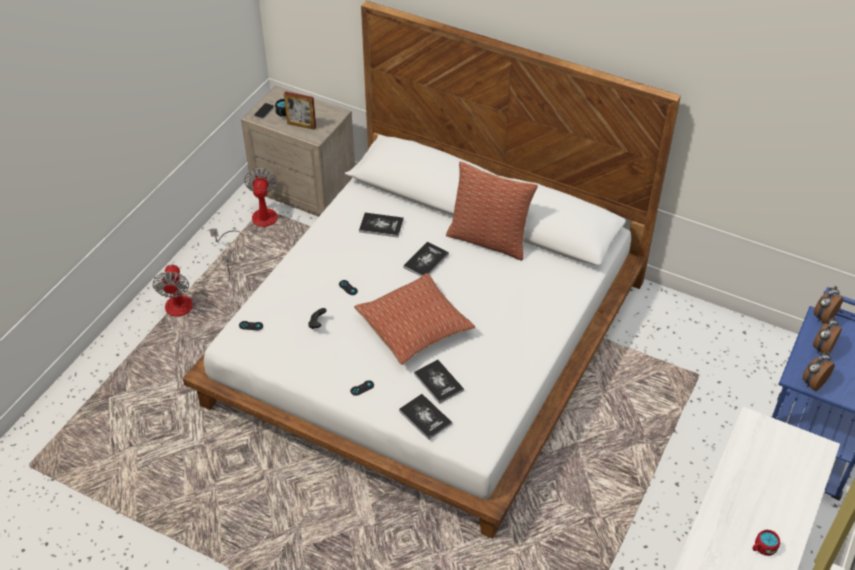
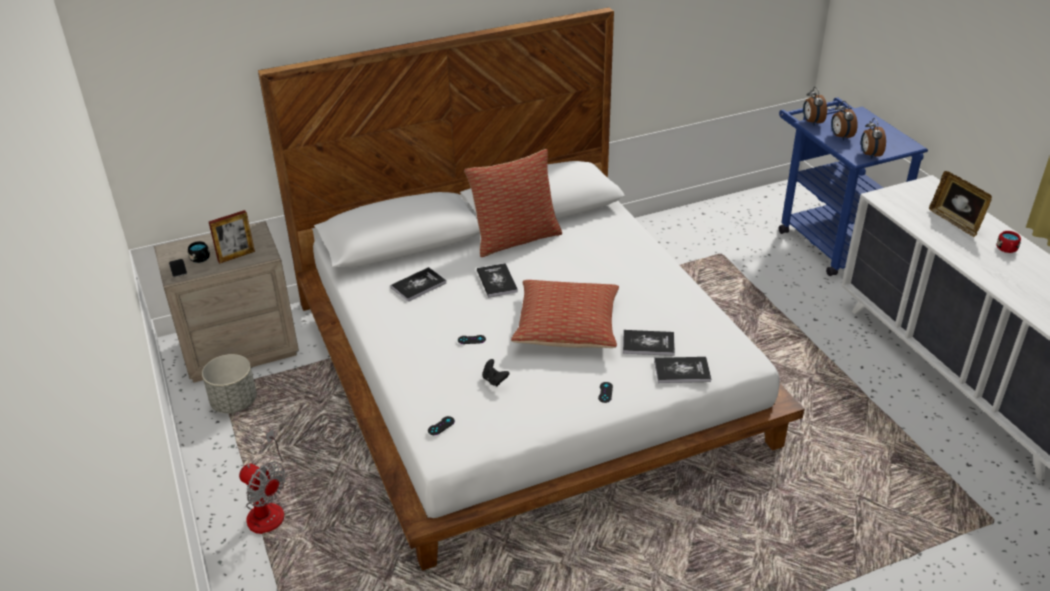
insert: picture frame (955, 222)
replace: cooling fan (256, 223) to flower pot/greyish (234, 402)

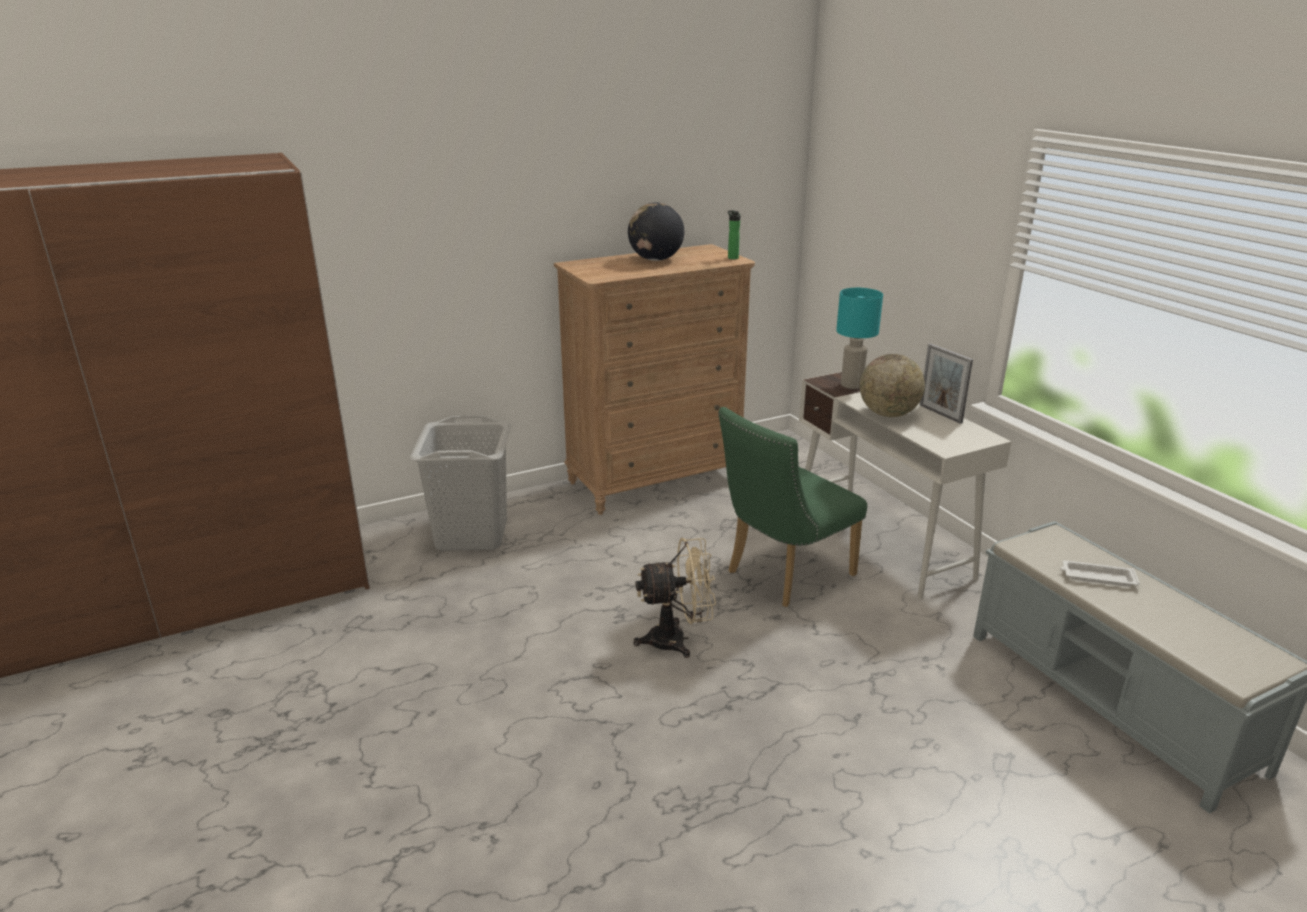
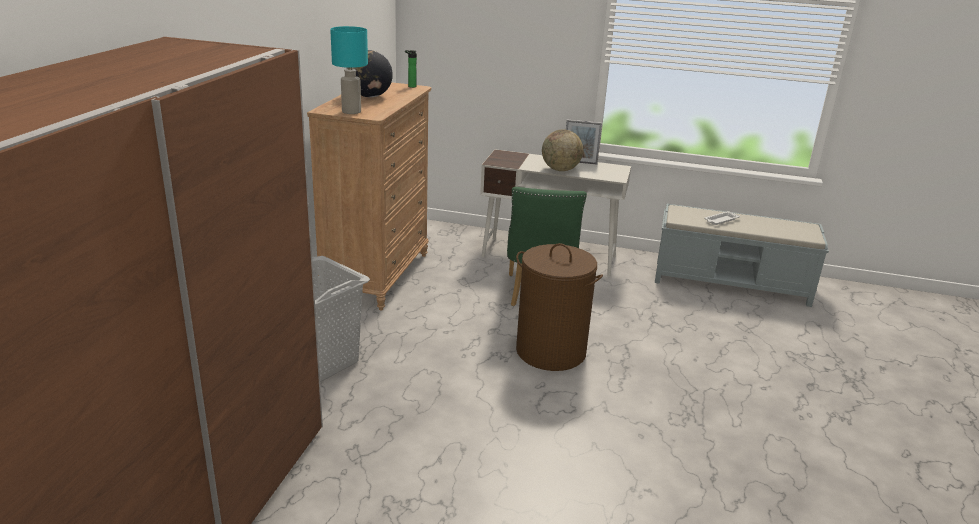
move: table lamp/blue-green (852, 385) to (352, 112)
replace: cooling fan/beige (677, 640) to laundry basket/brown-coloured (550, 352)

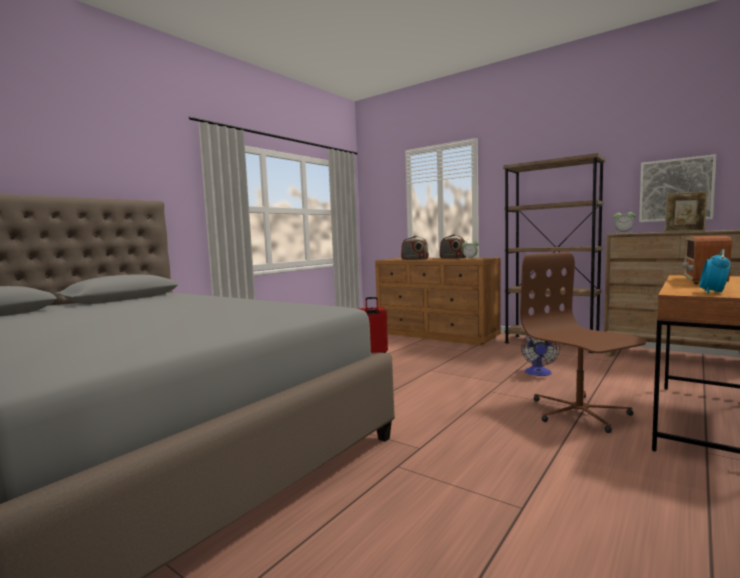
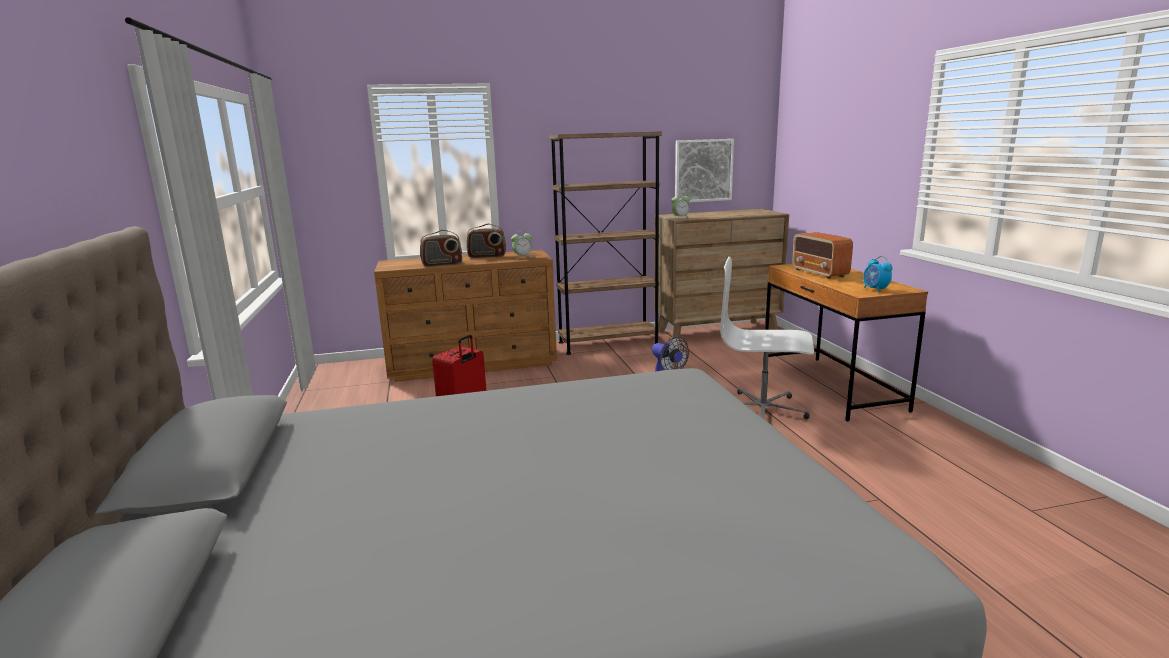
delete: picture frame (684, 231)
recolor: office chair/brown-coloured (579, 413) to office chair/whitish (763, 409)

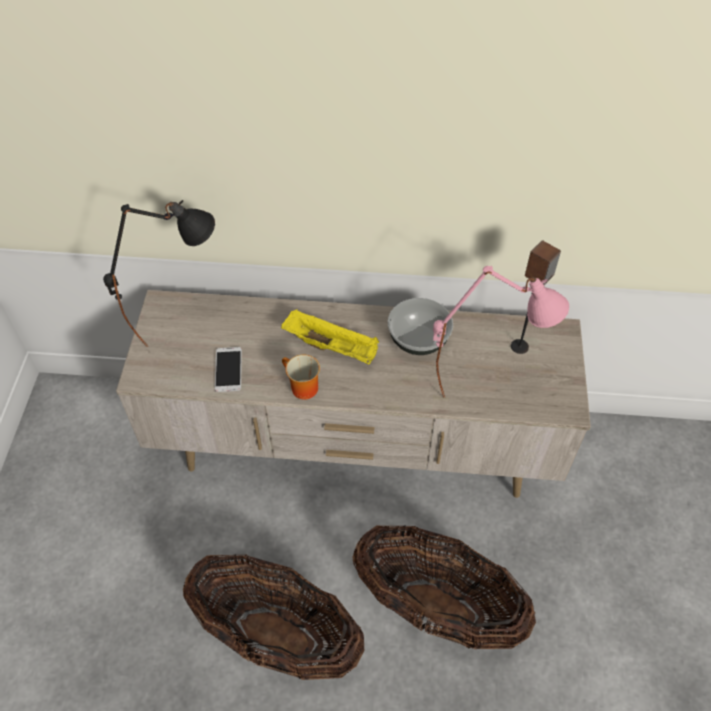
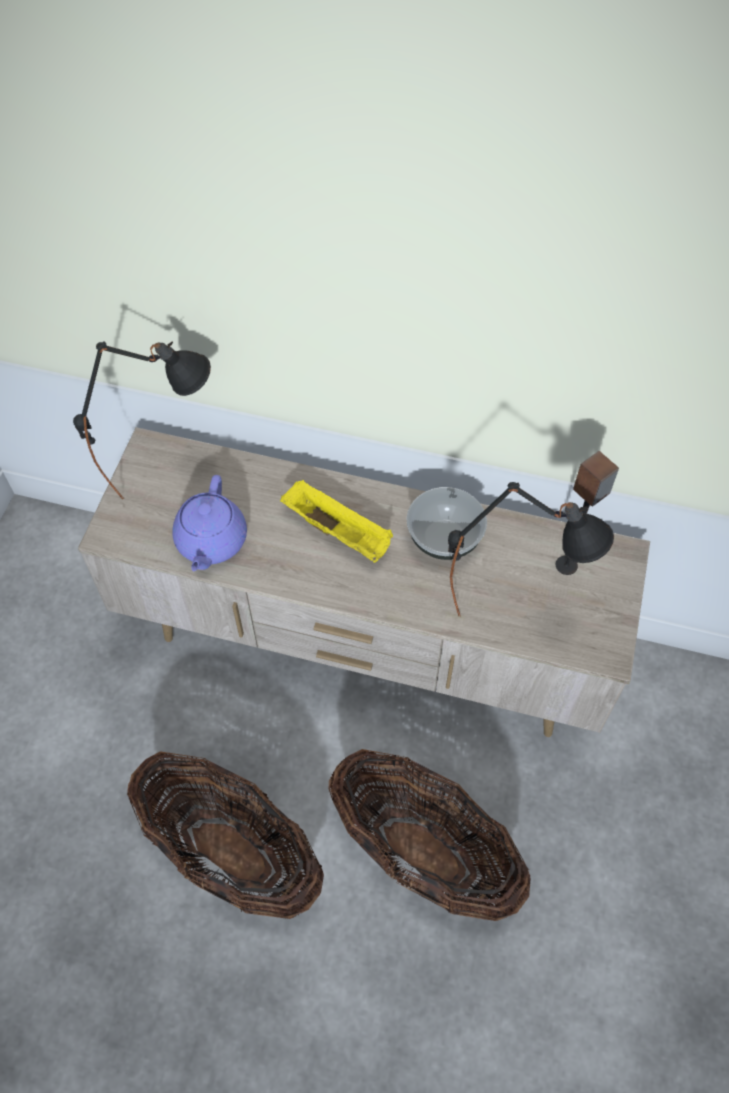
delete: mug (300, 388)
replace: handset (228, 369) to teapot/purple (211, 542)
recolor: table lamp/pinkish (483, 387) to table lamp/blackish (509, 610)

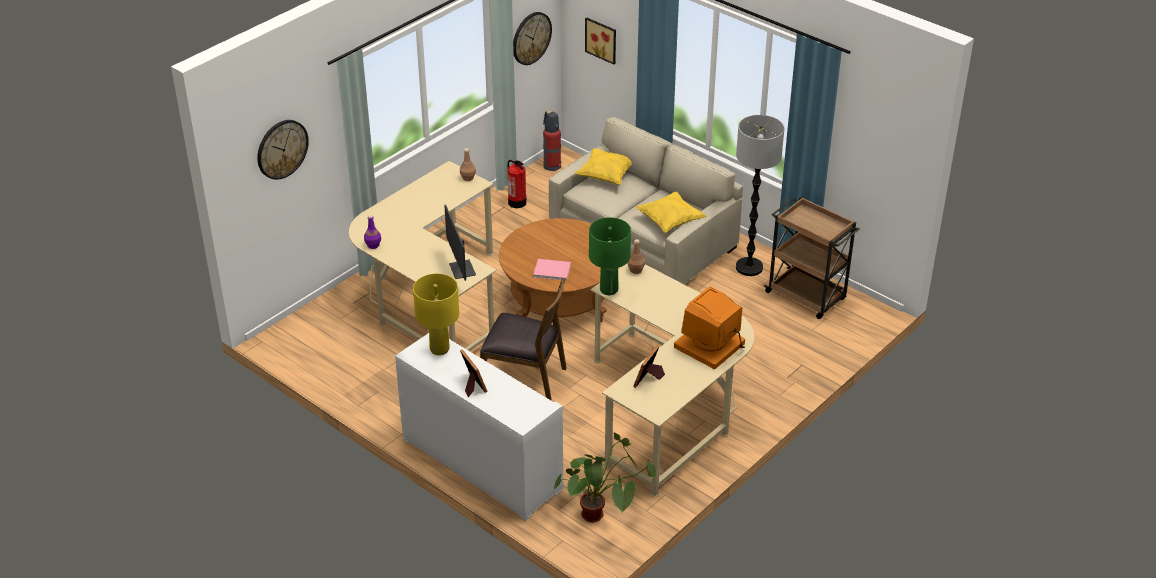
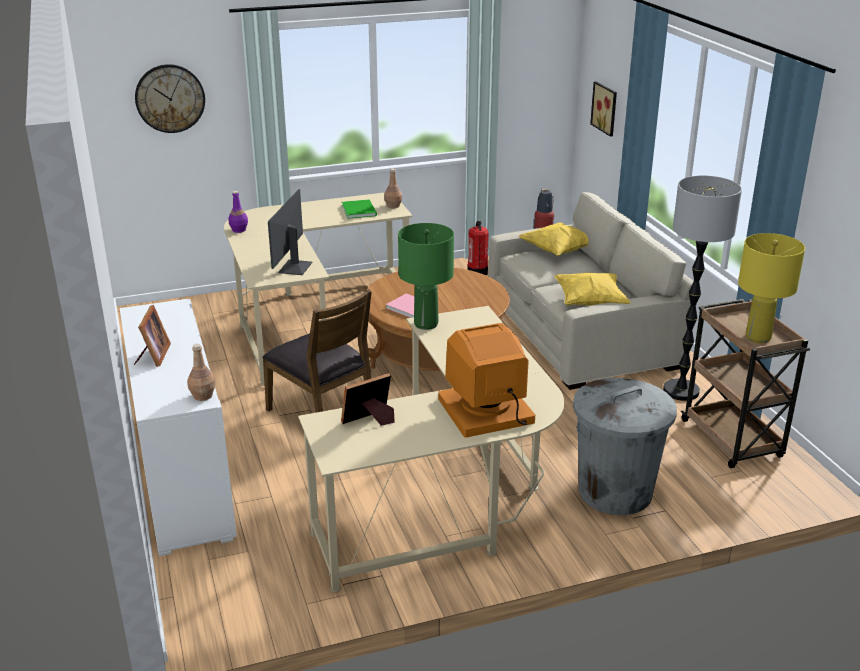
delete: clock on the wall (531, 38); plant in a pot (603, 512)
insert: book/greenish (359, 210); waste bin/greyish (615, 492)
move: table lamp/yellowish (440, 349) to (758, 338); bottle/brown-coloured (635, 270) to (203, 395)

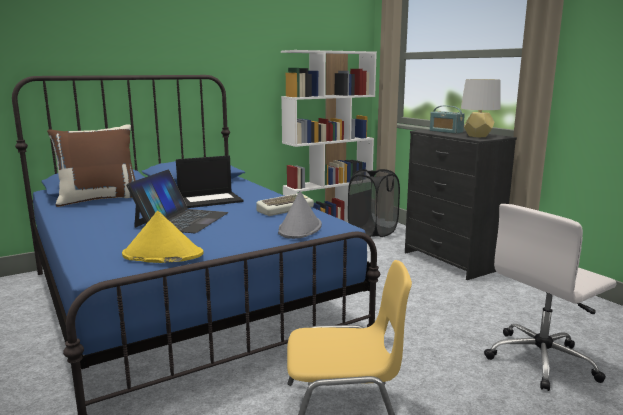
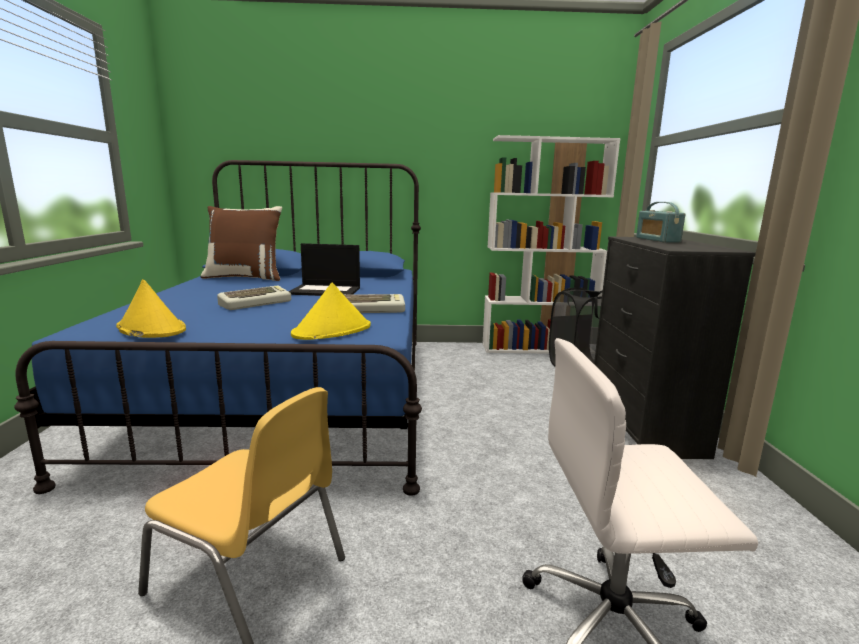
delete: table lamp/greyish (478, 136)
replace: laptop (181, 220) to computer keyboard (255, 303)
recolor: wearable hat/greyish (300, 229) to wearable hat/yellowish (332, 331)

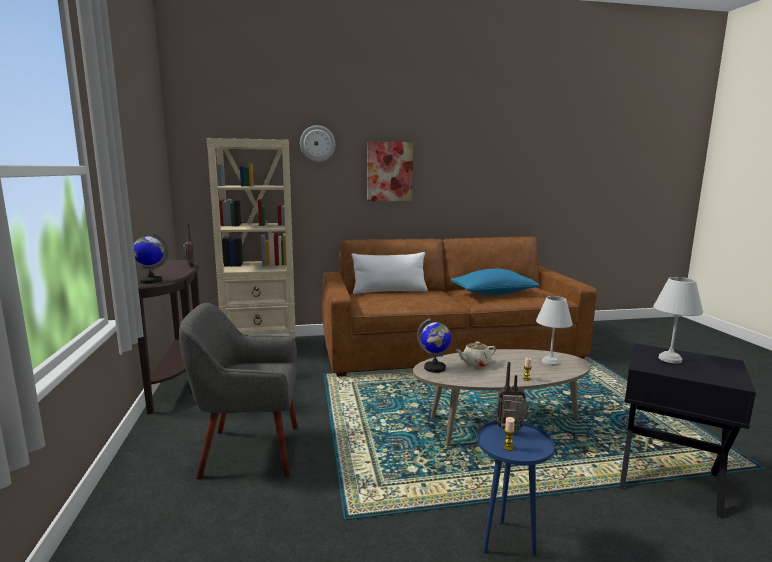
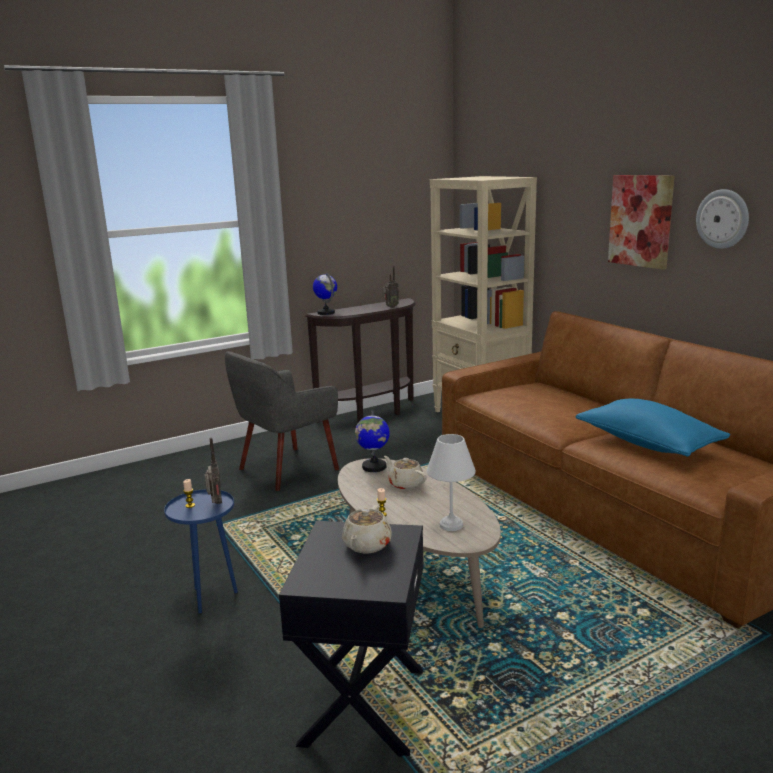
delete: throw pillow/whitish (389, 291)
move: clock on the wall (317, 143) to (723, 219)
replace: table lamp/whitish (669, 359) to teapot/beige (366, 545)
rotate: easy chair/greyish (249, 451) = (286, 469) 105 degrees counterclockwise

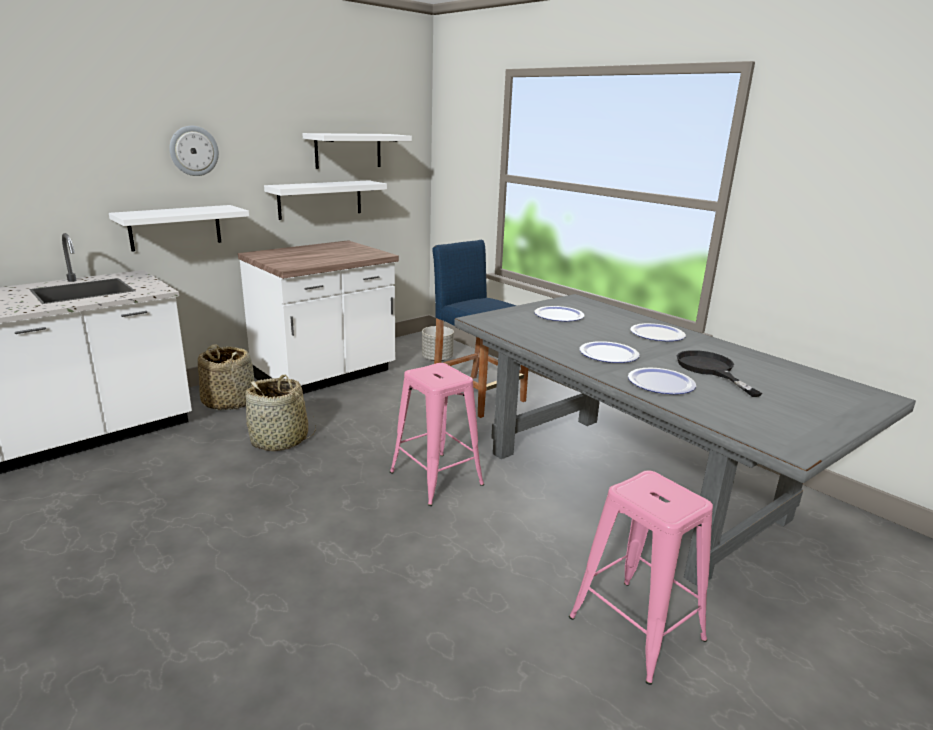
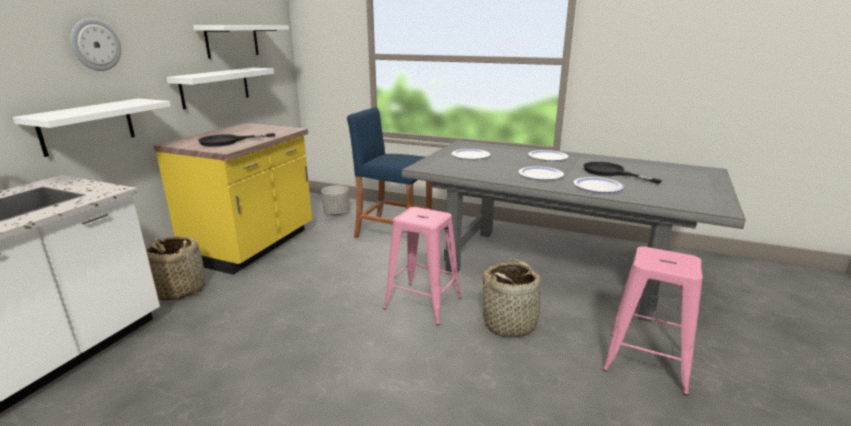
insert: frying pan/blackish (227, 141)
move: household basket (280, 440) to (510, 323)
recolor: kitchen counter/whitish (325, 375) to kitchen counter/yellowish (253, 246)

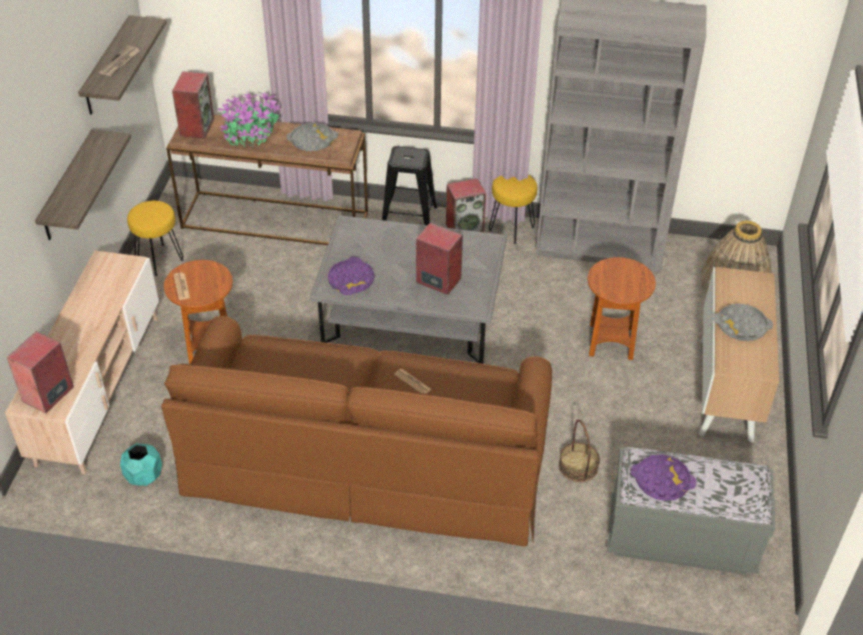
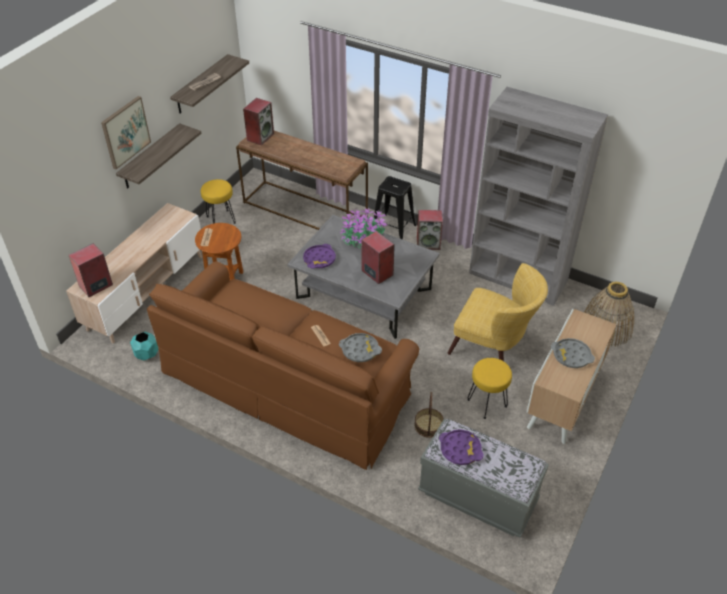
insert: wall art (125, 132)
move: plant in a pot (251, 135) to (363, 239); carrying tray/greyish (312, 141) to (360, 350); sitting stool/yellowish (511, 229) to (487, 403)
replace: side table/brown-coloured (611, 342) to easy chair/yellowish (494, 346)

